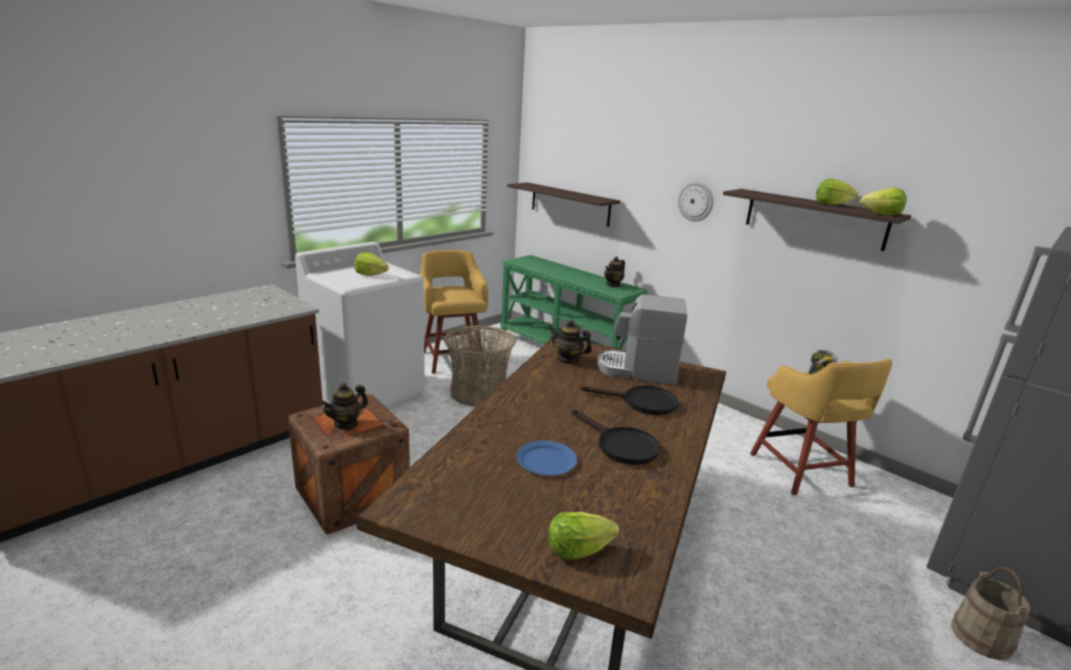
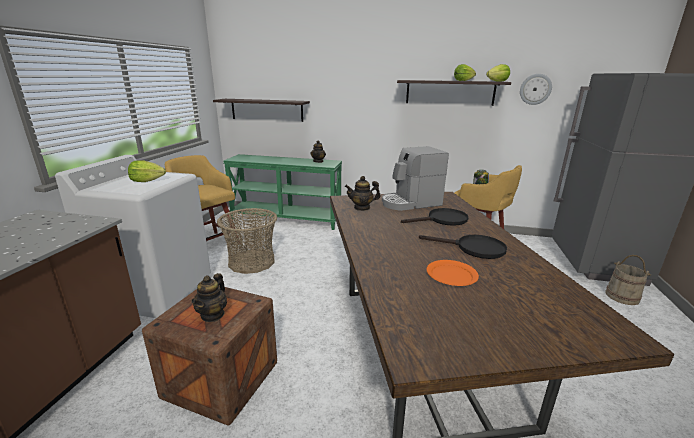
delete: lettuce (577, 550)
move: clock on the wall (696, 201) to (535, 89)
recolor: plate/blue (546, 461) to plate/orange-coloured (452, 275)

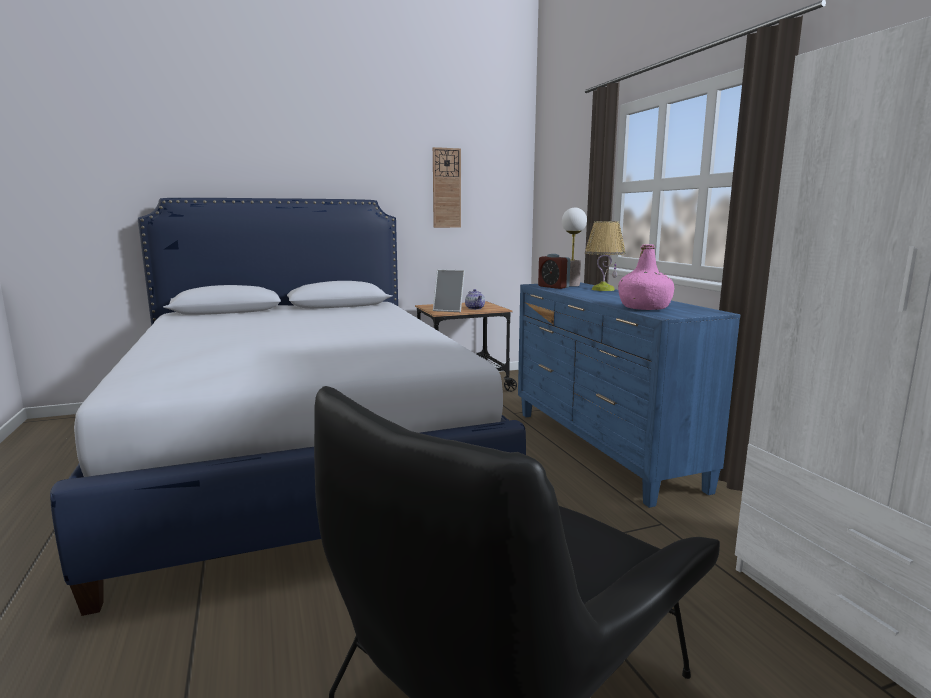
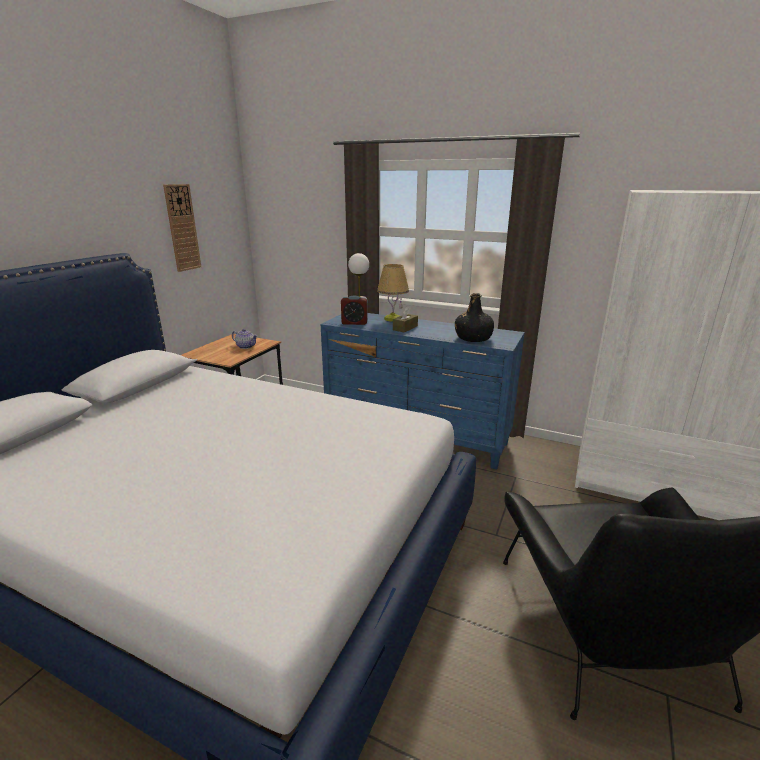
delete: picture frame (449, 310)
insert: tissue holder/brown-coloured (405, 328)
recolor: bottle/pinkish (644, 308) to bottle/blackish (473, 338)

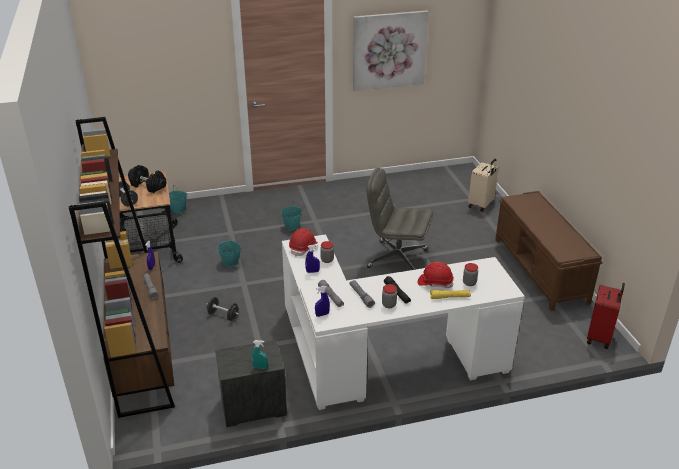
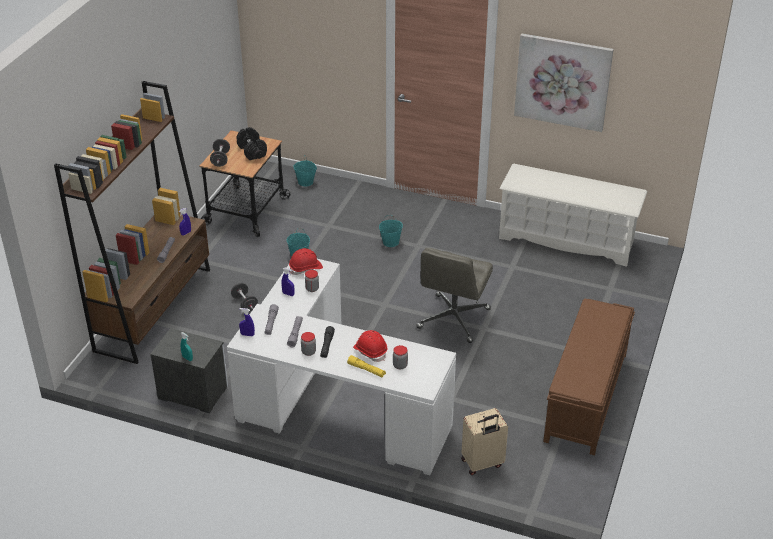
delete: travel case/reddish (600, 337)
insert: shoe rack/whitish (567, 239)
move: travel case/beige (481, 205) to (482, 463)
rotate: office chair/greyish (396, 258) = (453, 319) 120 degrees counterclockwise

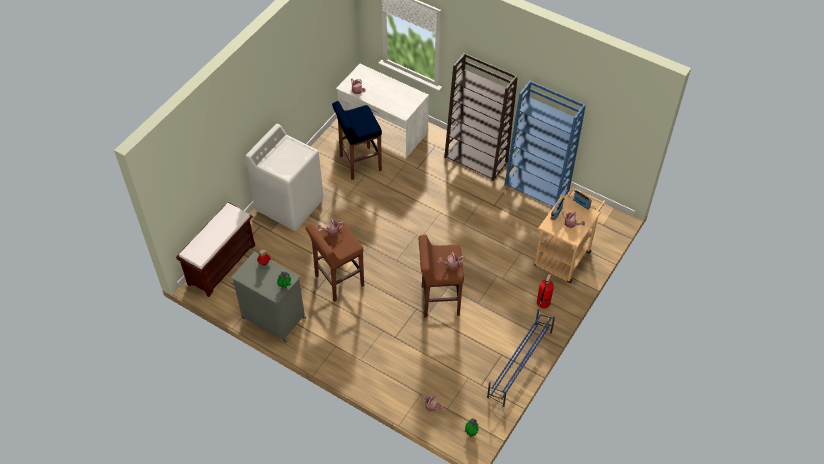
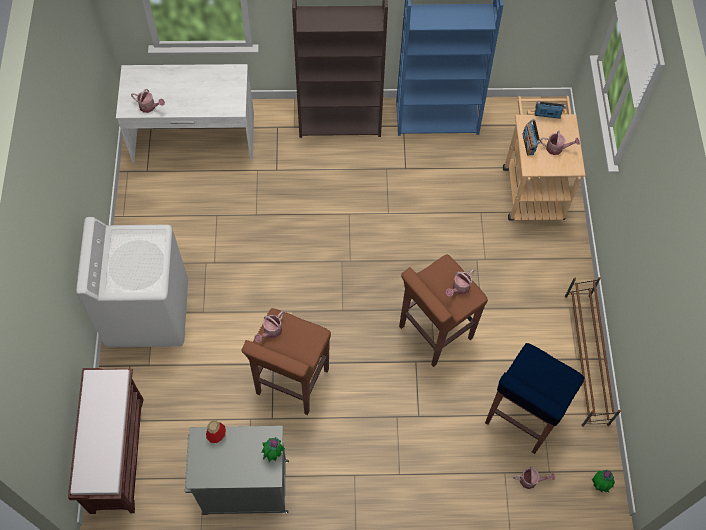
delete: fire extinguisher (543, 303)
move: sitting stool/blue (359, 163) to (521, 418)
recolor: shoe rack/blue (519, 364) to shoe rack/brown-coloured (586, 359)

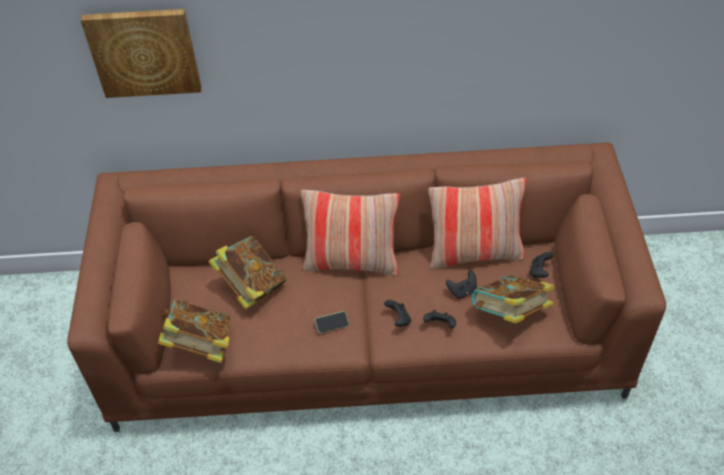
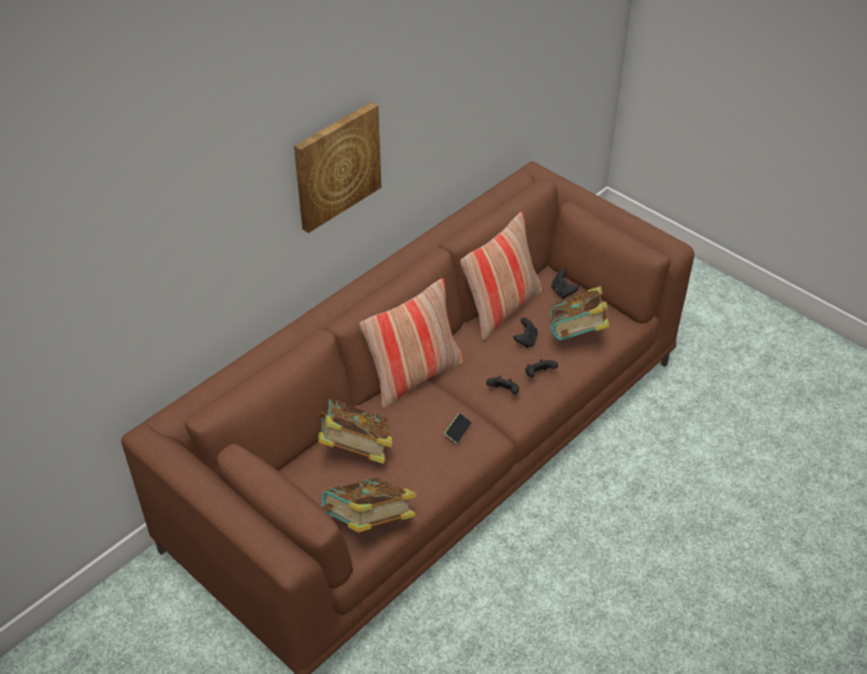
move: wall art (144, 52) to (336, 165)

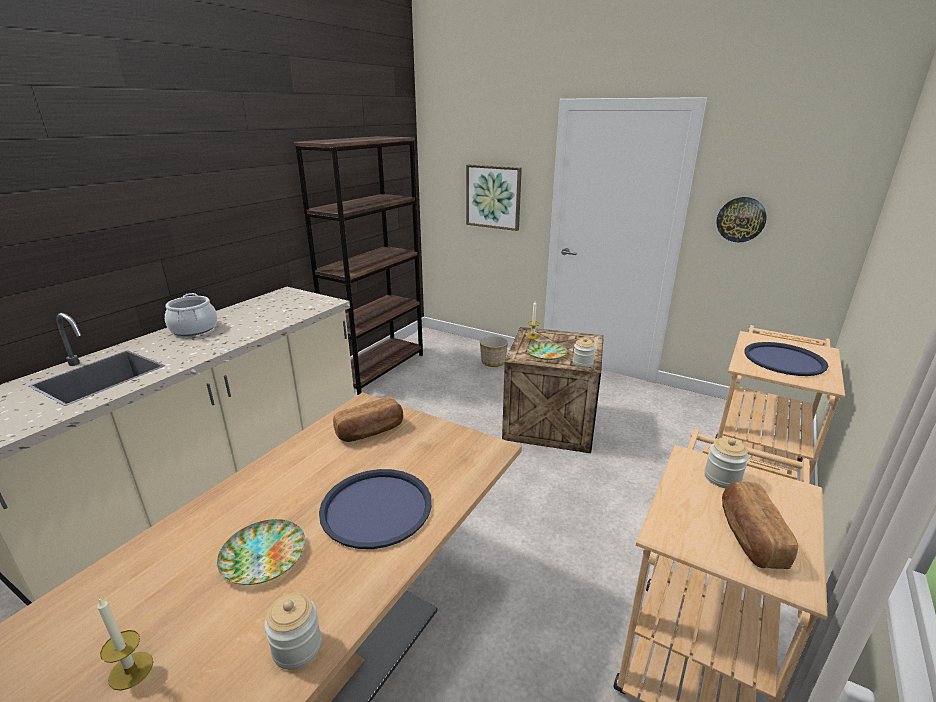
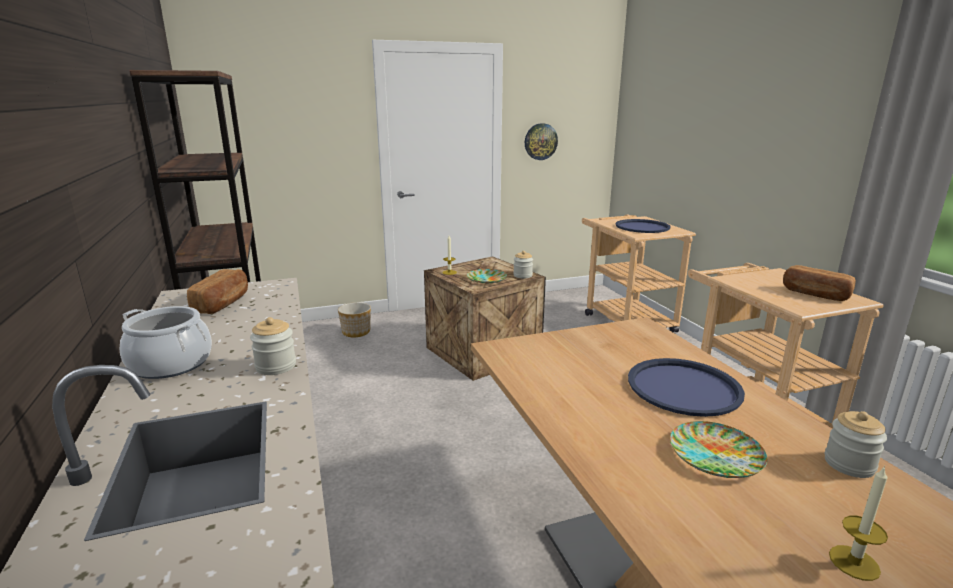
delete: wall art (493, 197)
move: bakery bread (370, 431) to (223, 303); jar (722, 478) to (276, 366)

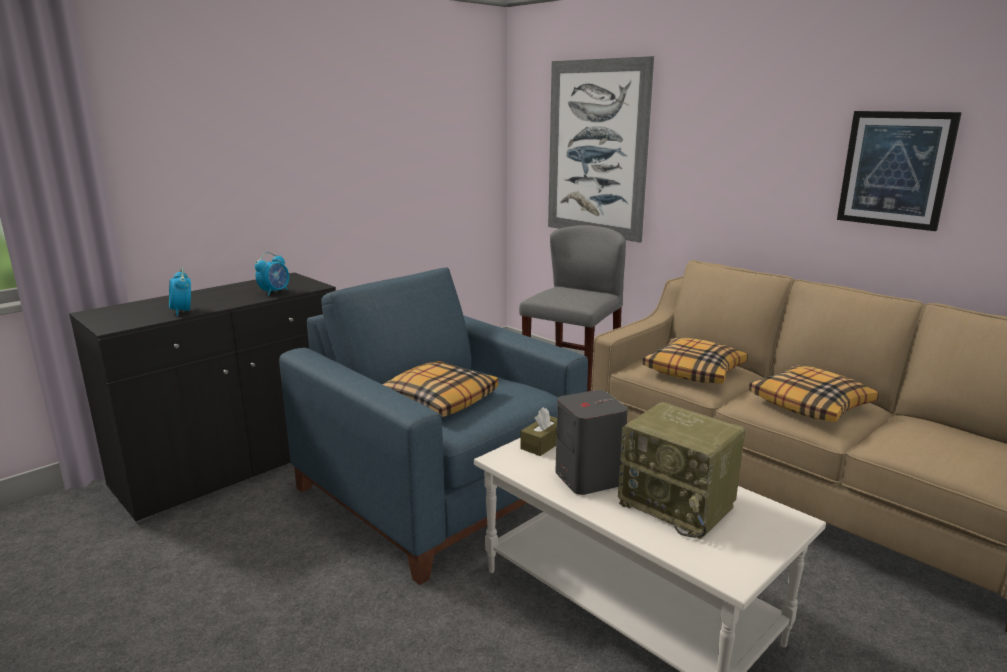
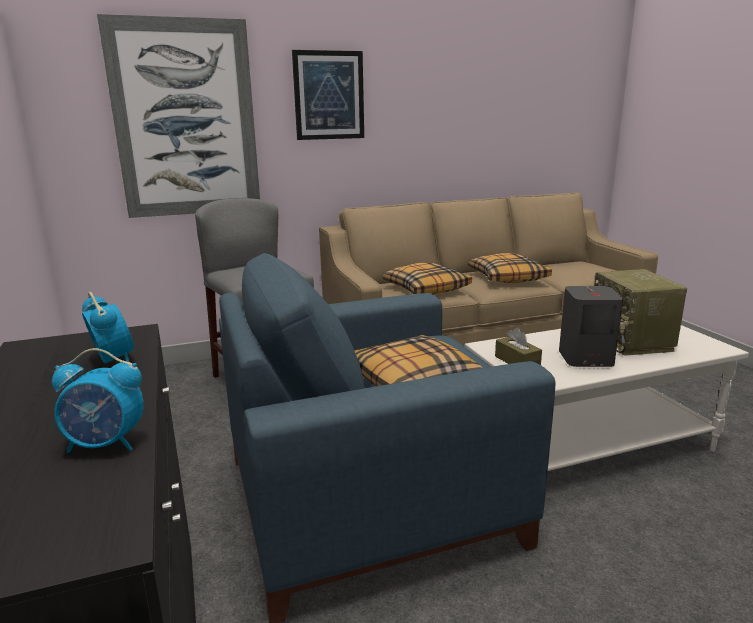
move: wall art (895, 169) to (329, 95)
rotate: radio set (678, 505) = (632, 341) 105 degrees clockwise

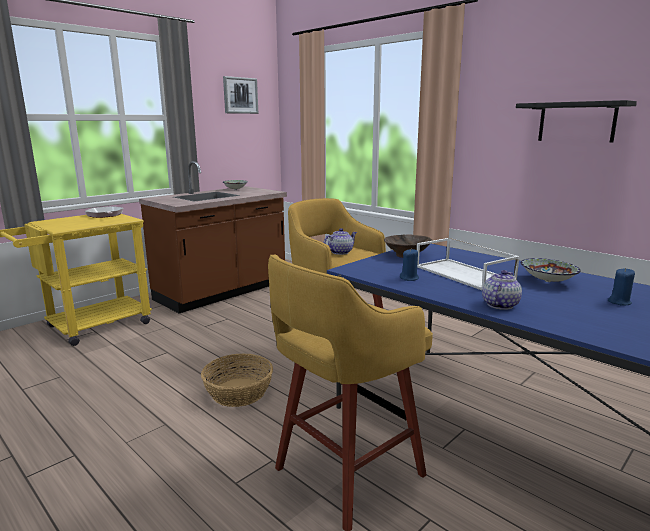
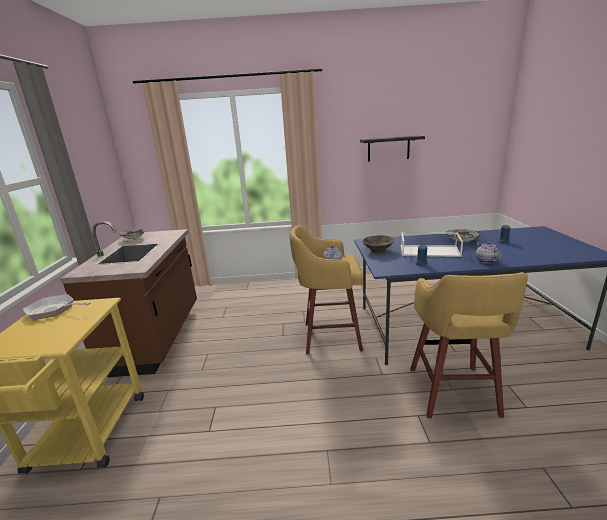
delete: household basket (239, 392); wall art (240, 95)

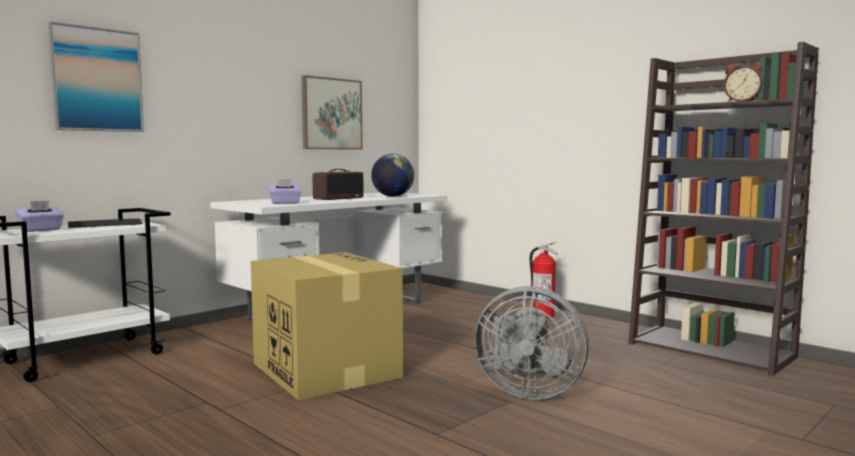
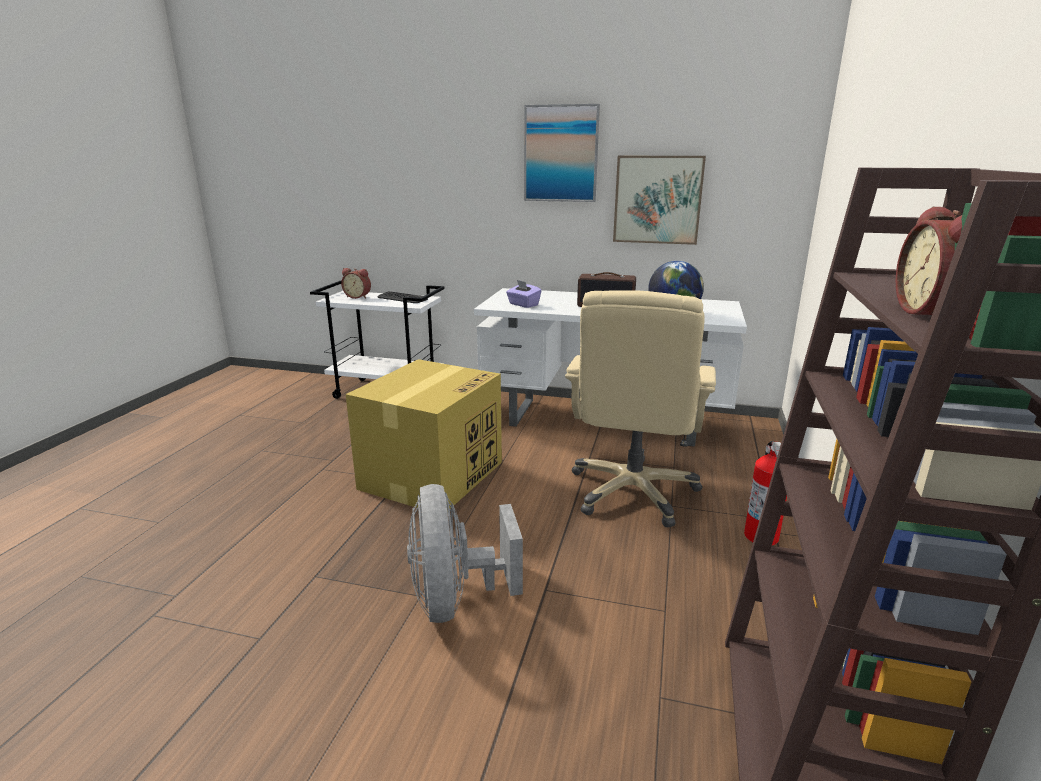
insert: office chair/beige (633, 492)
move: wall art (97, 80) to (561, 154)
replace: tissue holder/purple (41, 230) to bedside clock (358, 297)

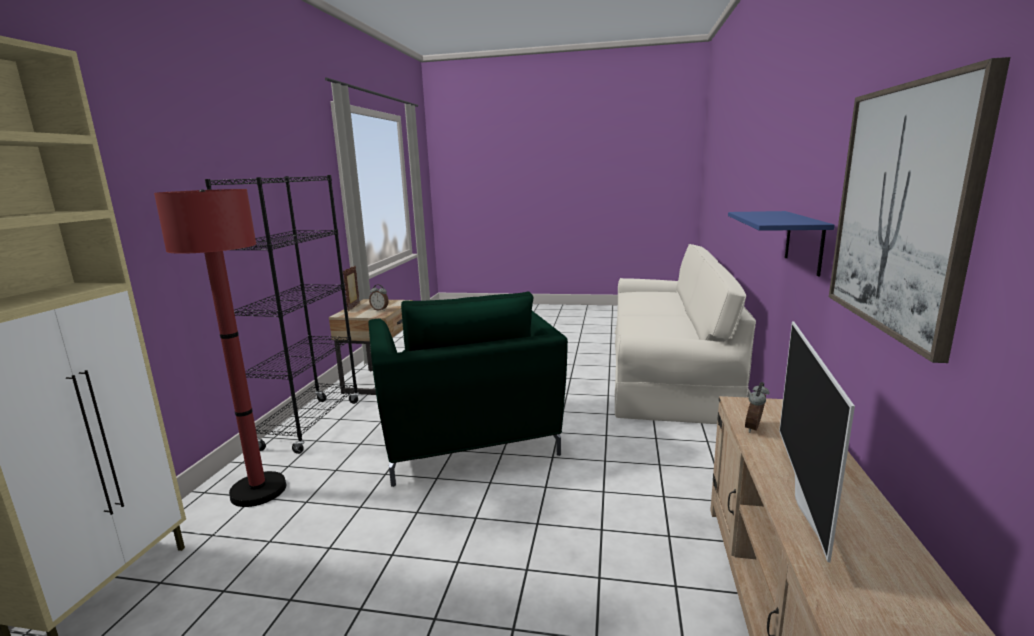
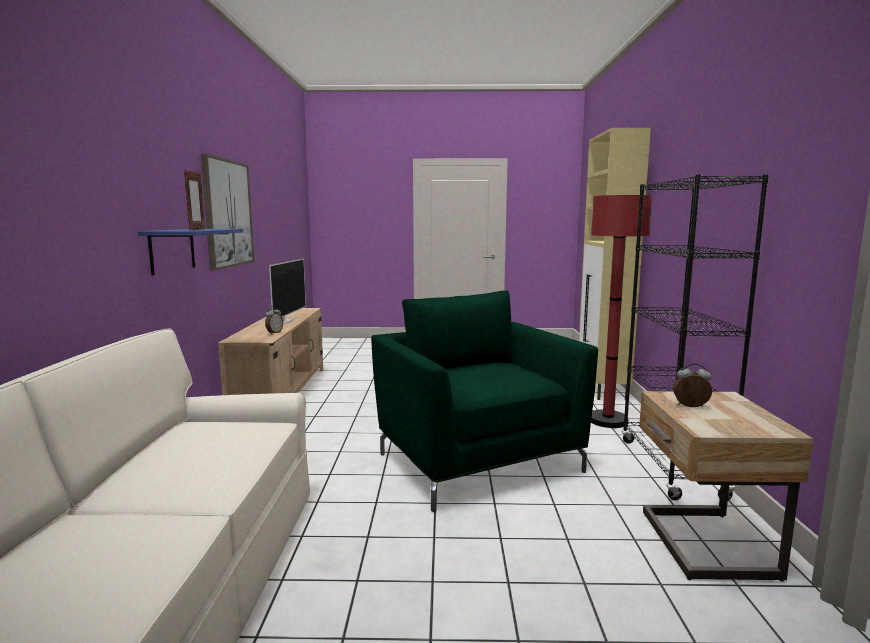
move: picture frame (354, 307) to (196, 229)

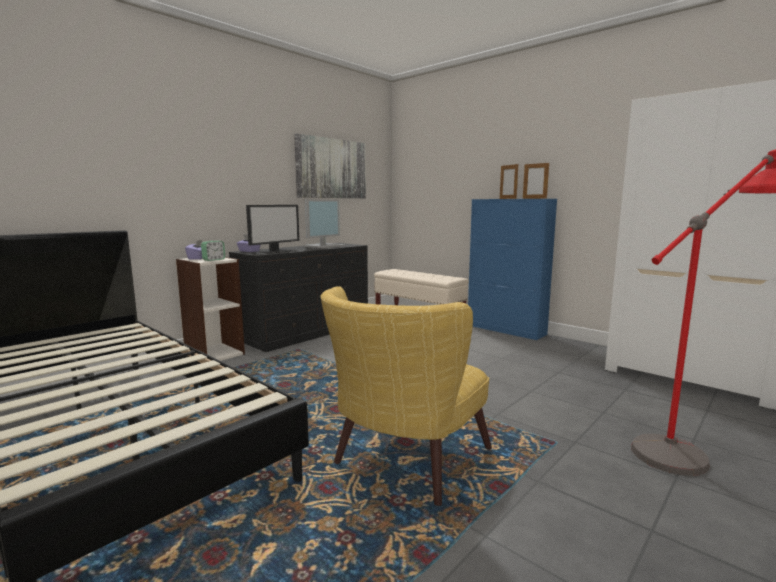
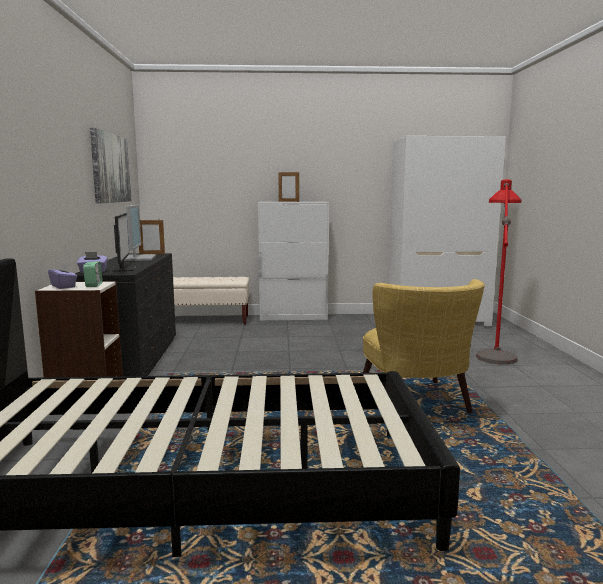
move: picture frame (534, 198) to (152, 254)
recolor: cabinet/blue (506, 330) to cabinet/whitish (294, 317)

